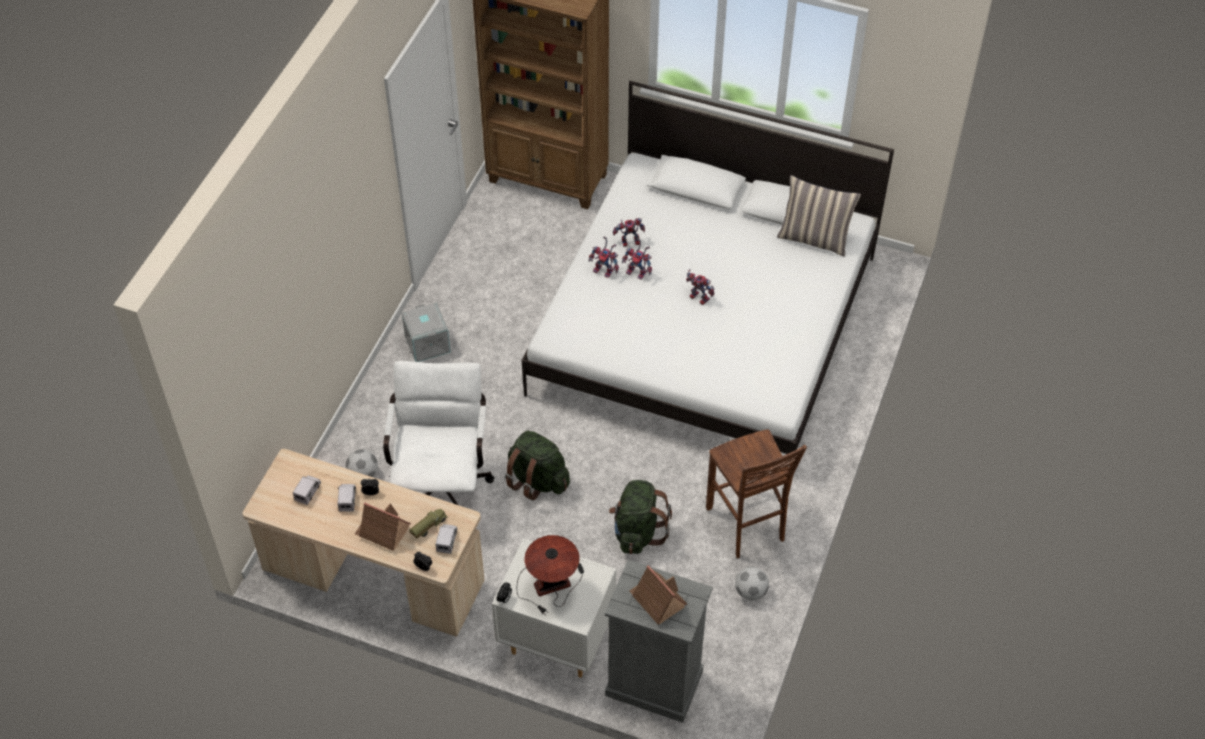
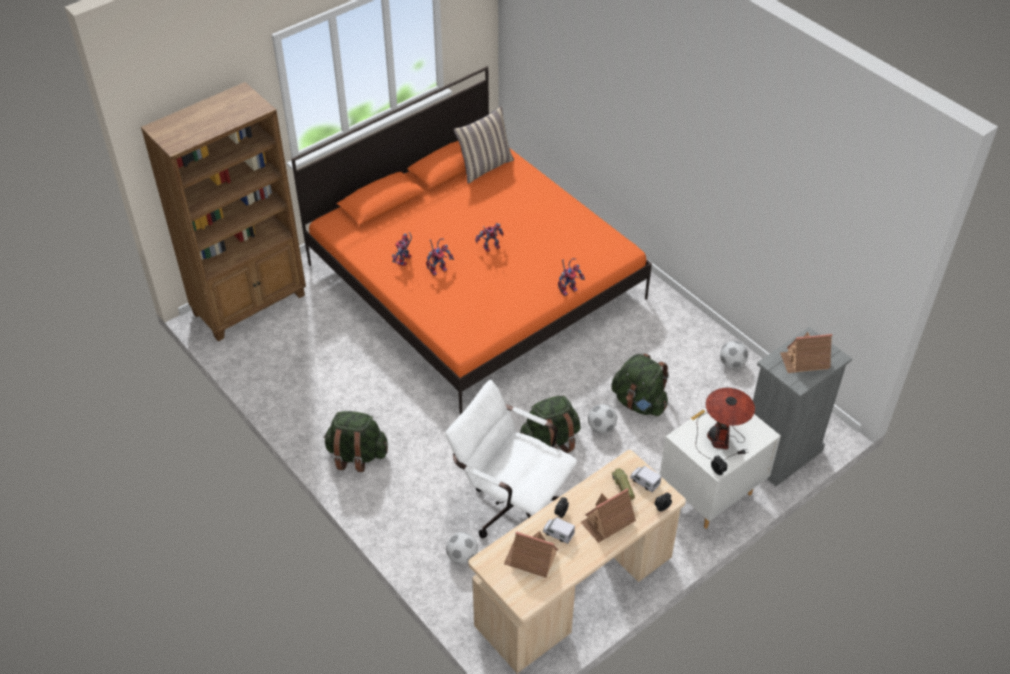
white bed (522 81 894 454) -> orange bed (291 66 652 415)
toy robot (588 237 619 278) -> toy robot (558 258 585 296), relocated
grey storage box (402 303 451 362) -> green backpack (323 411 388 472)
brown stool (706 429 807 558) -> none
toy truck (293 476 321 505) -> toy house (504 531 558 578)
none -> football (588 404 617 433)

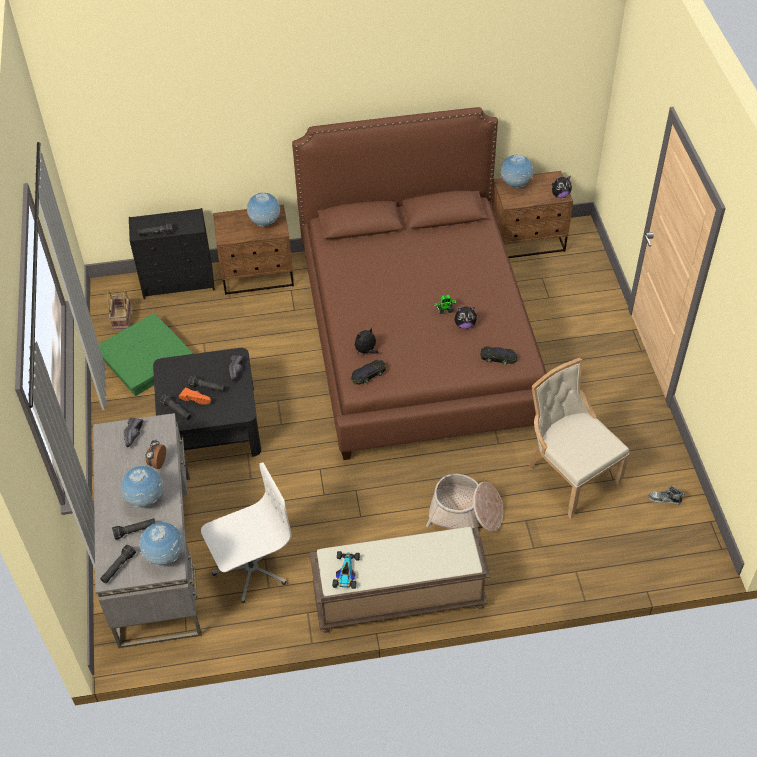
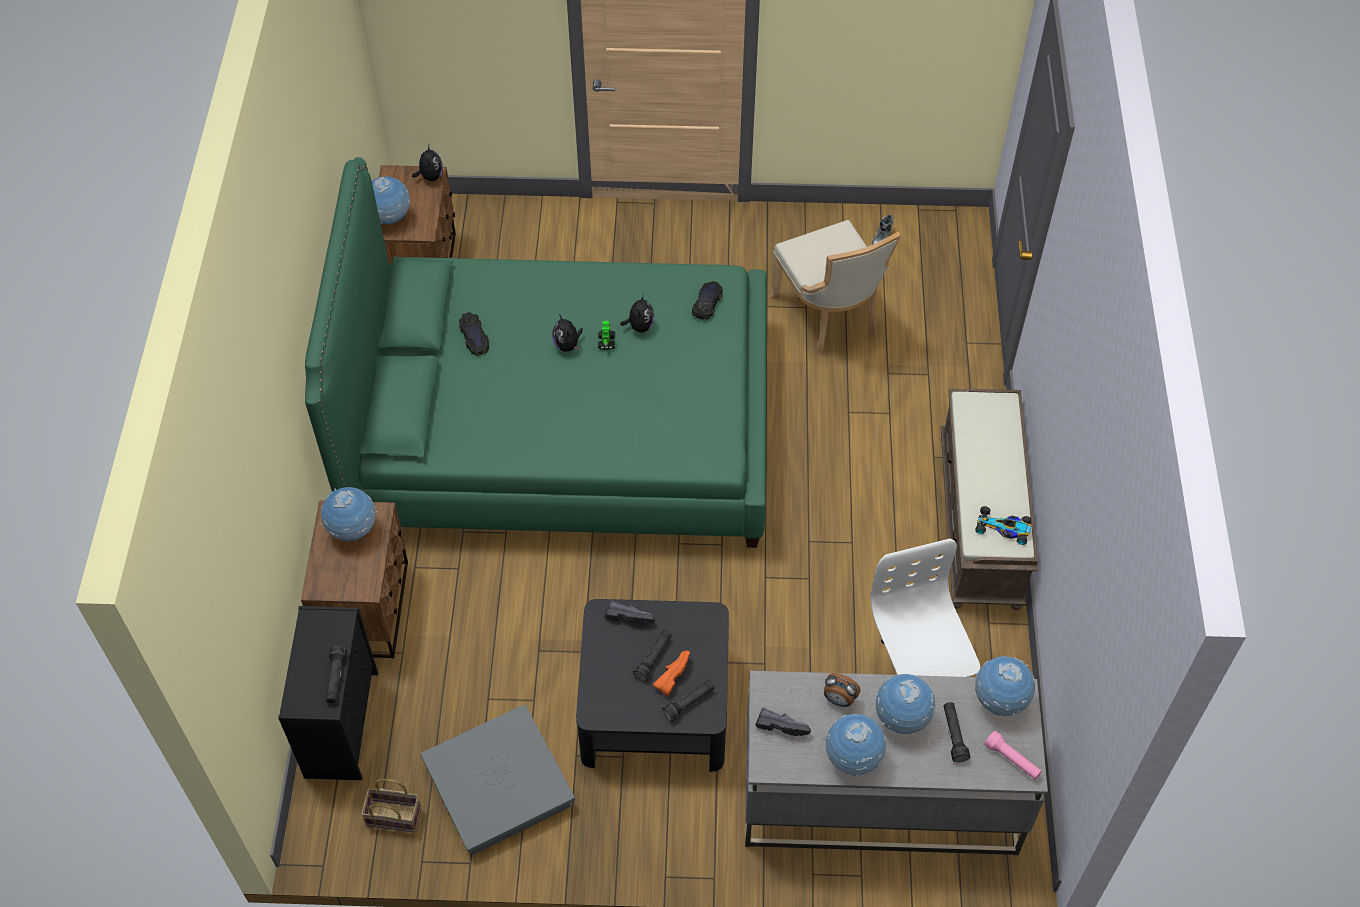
brown bed (292 107 547 460) -> green bed (305 157 767 548)
green storage box (99 313 193 396) -> grey storage box (421 704 575 855)
plush toy (355 327 378 354) -> plush toy (552 314 583 352), relocated
beige chair (529 358 629 519) -> beige chair (769 220 901 356), 90 degrees counterclockwise
black toy car (351 360 386 385) -> black toy car (459 312 489 356), relocated
basket (426 474 503 532) -> none
black flashlight (100 545 136 584) -> pink flashlight (985 731 1042 780)
none -> globe (825 714 886 776)

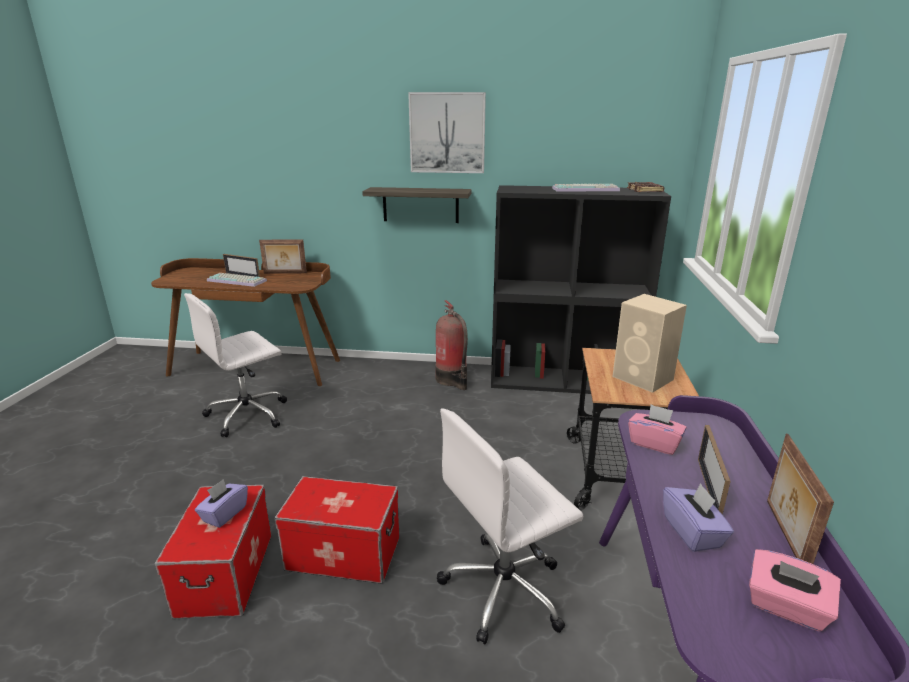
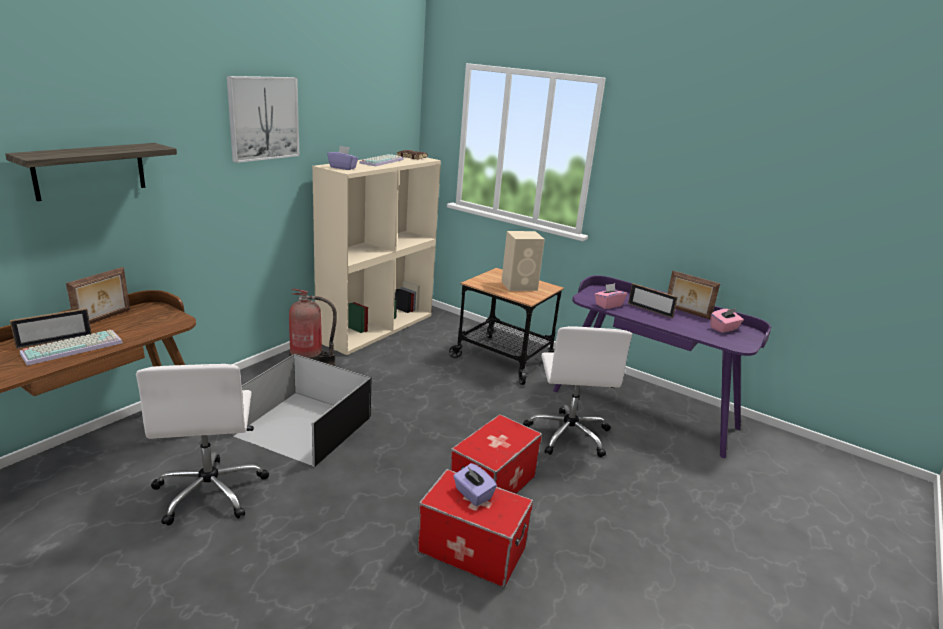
black bookcase (491 185 671 394) -> beige bookcase (312 157 441 355)
shelf (362 187 471 223) -> shelf (5 143 177 201), relocated
purple tissue box (663 483 734 552) -> purple tissue box (327 146 359 170), relocated
none -> black storage box (232 354 371 467)

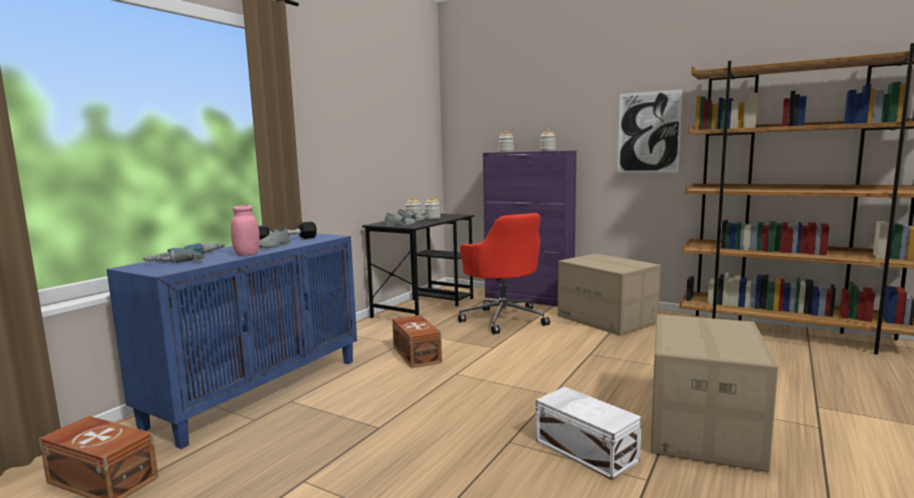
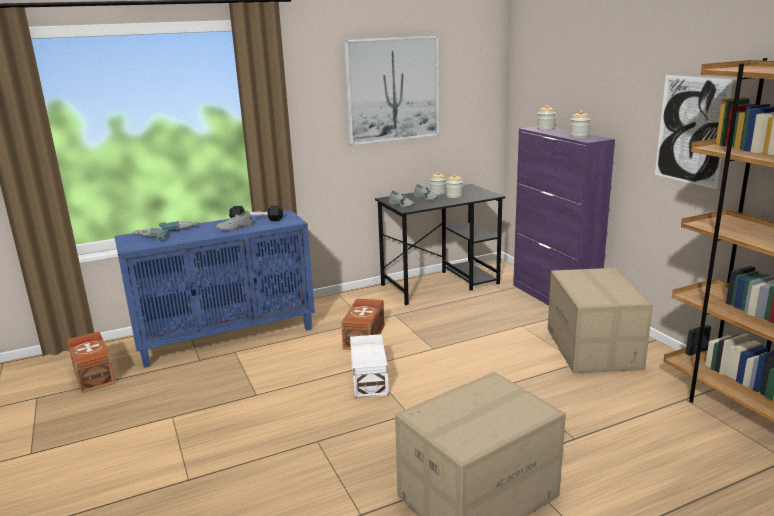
pink jar (231 205 260 256) -> none
red office chair (458 213 550 334) -> none
white storage box (536 387 642 480) -> white storage box (350 334 389 398), relocated
none -> picture (344 36 439 145)

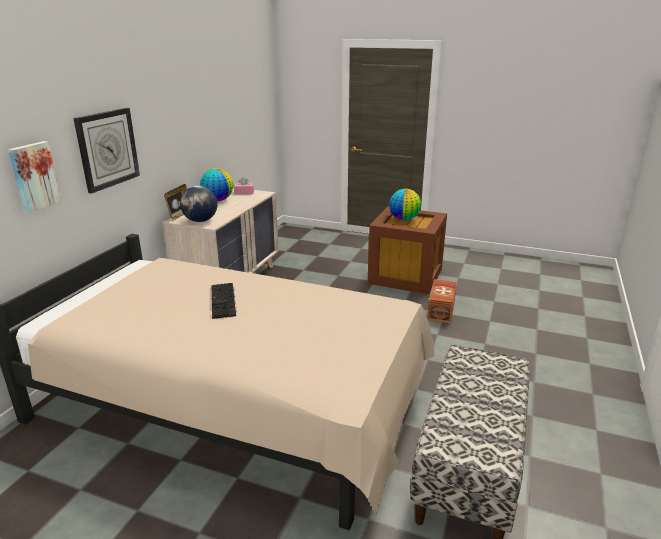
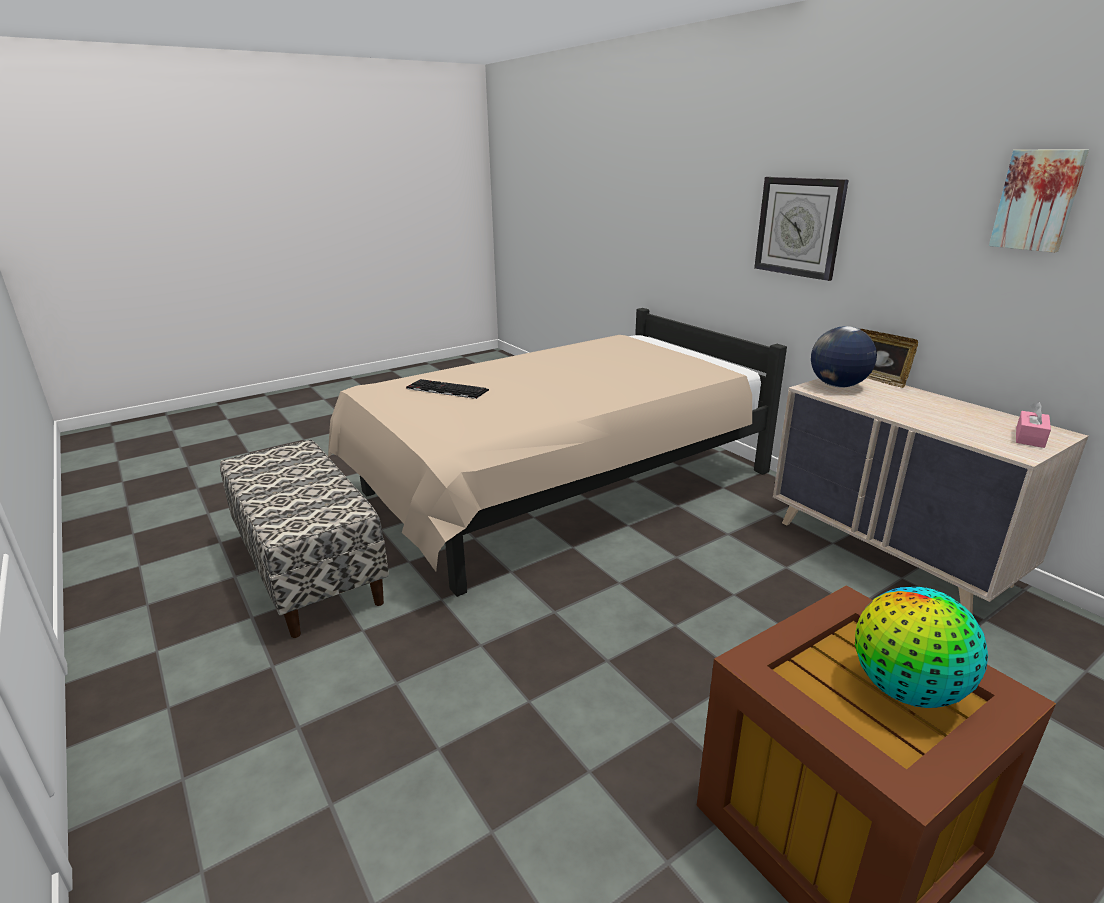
picture (8 141 61 213) -> picture (989 150 1089 253), relocated
globe (200 168 233 201) -> none
brown storage box (427 279 457 323) -> none
keyboard (211 283 237 319) -> keyboard (406 379 489 399), relocated

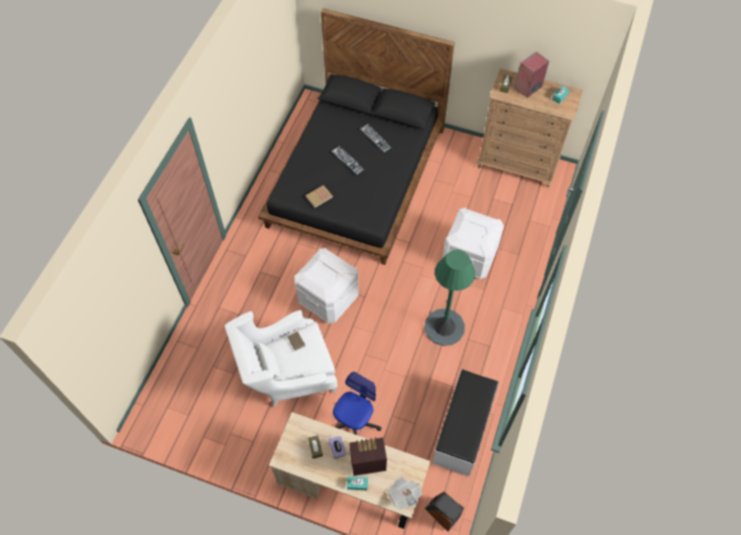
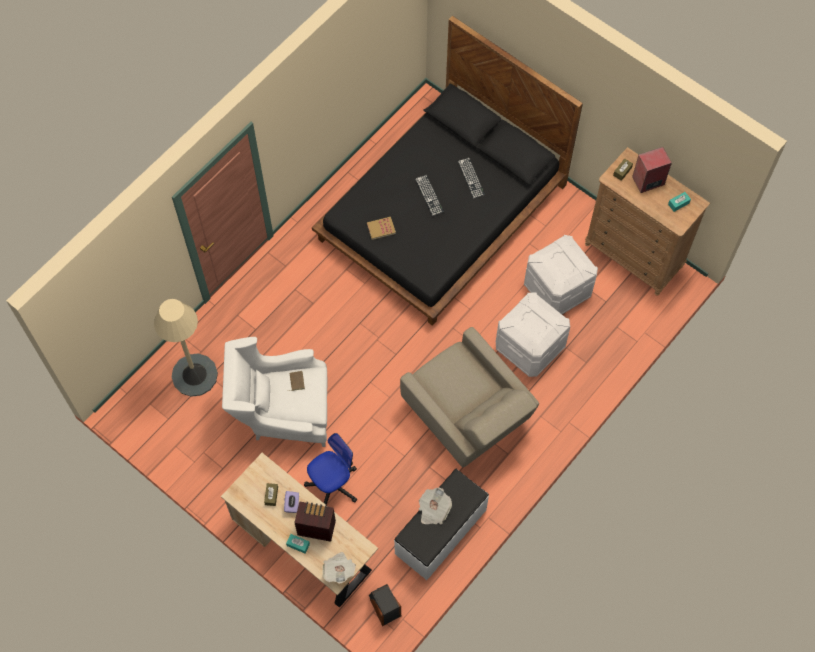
white storage box (294 248 359 324) -> white storage box (524 235 598 314), relocated
green floor lamp (424 249 475 346) -> beige armchair (400 327 539 467)
none -> beige floor lamp (154 299 218 397)
none -> newspaper (419 488 452 524)

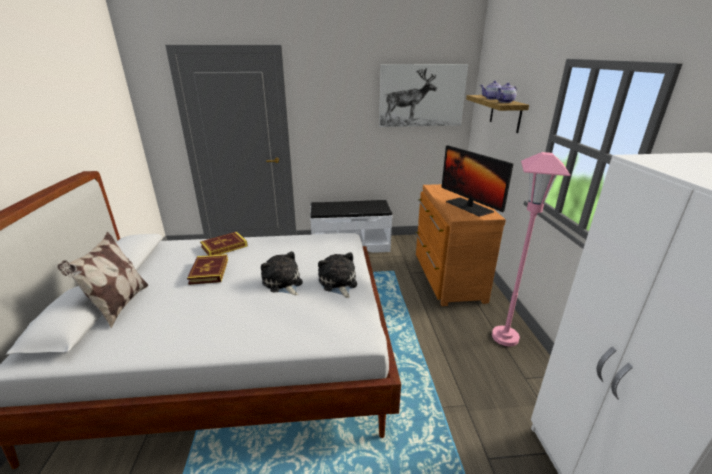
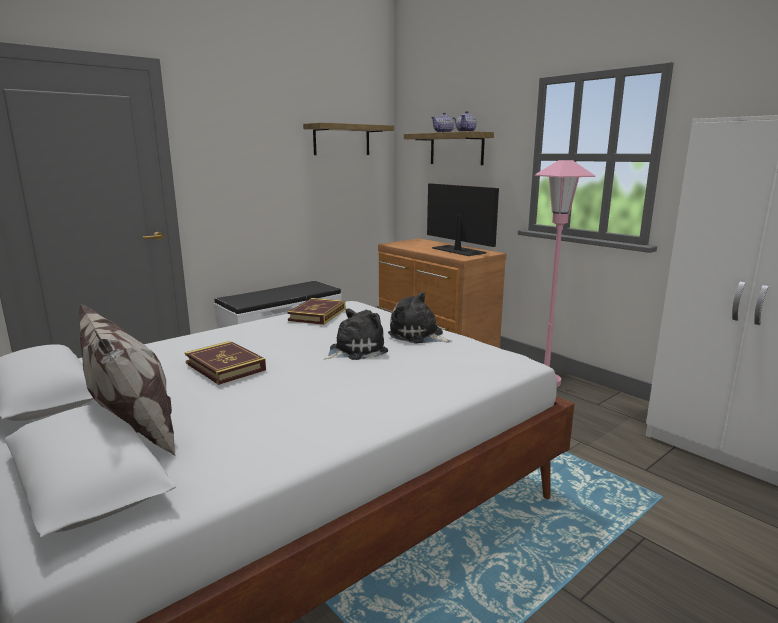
picture (379 64 468 127) -> shelf (303 123 394 155)
monitor (442 145 513 217) -> monitor (427 183 499 256), 150 degrees counterclockwise
book (200 232 248 255) -> book (287 298 345 325), relocated
plush toy (261 251 303 295) -> plush toy (324 308 388 360), 120 degrees clockwise

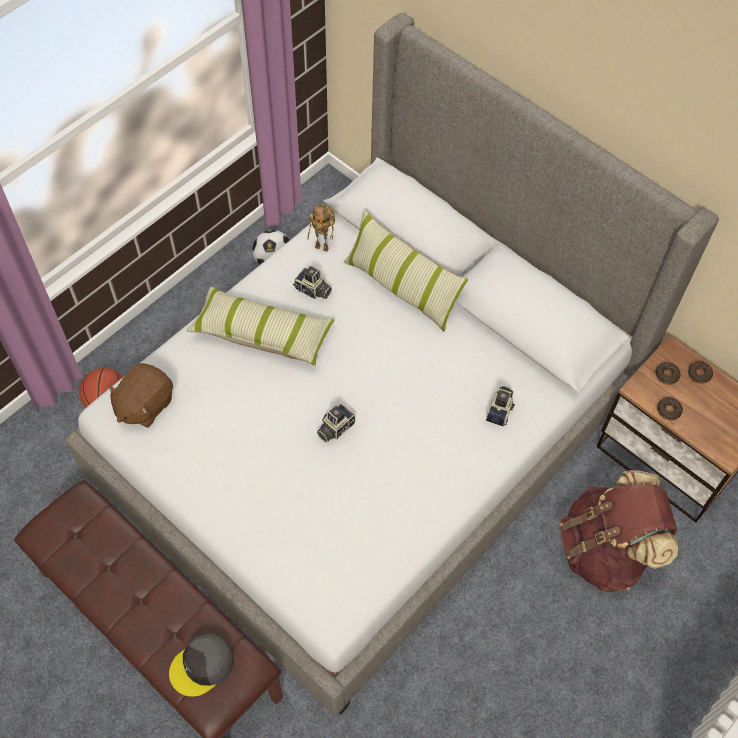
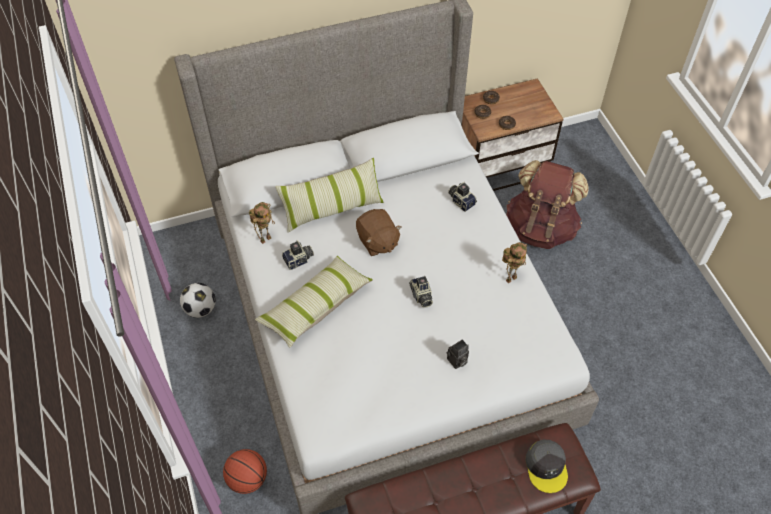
brown plush toy (107 363 173 428) -> brown plush toy (356 209 402 256), relocated
none -> toy robot (502 242 527 283)
none -> photo camera (446 339 469 369)

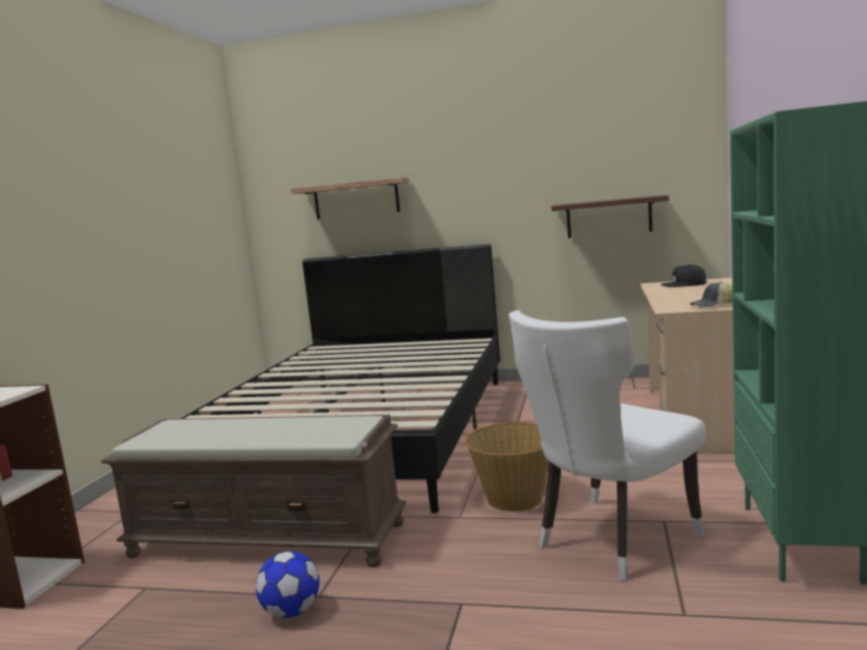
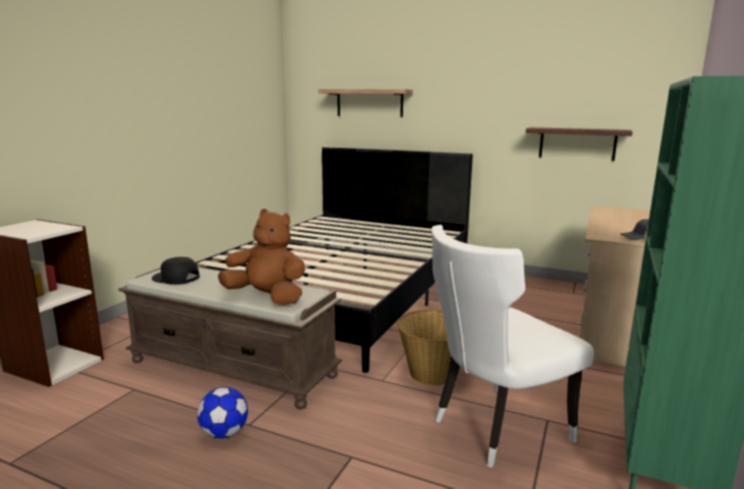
black cap (661 265 706 287) -> black cap (152 257 200 285), relocated
none -> brown plush toy (218 209 305 305)

